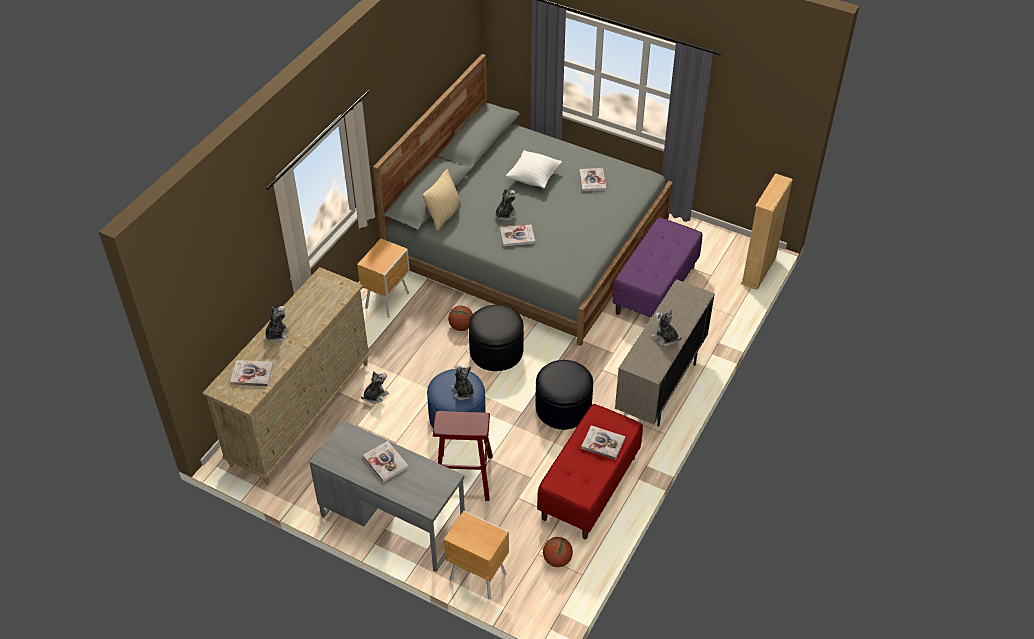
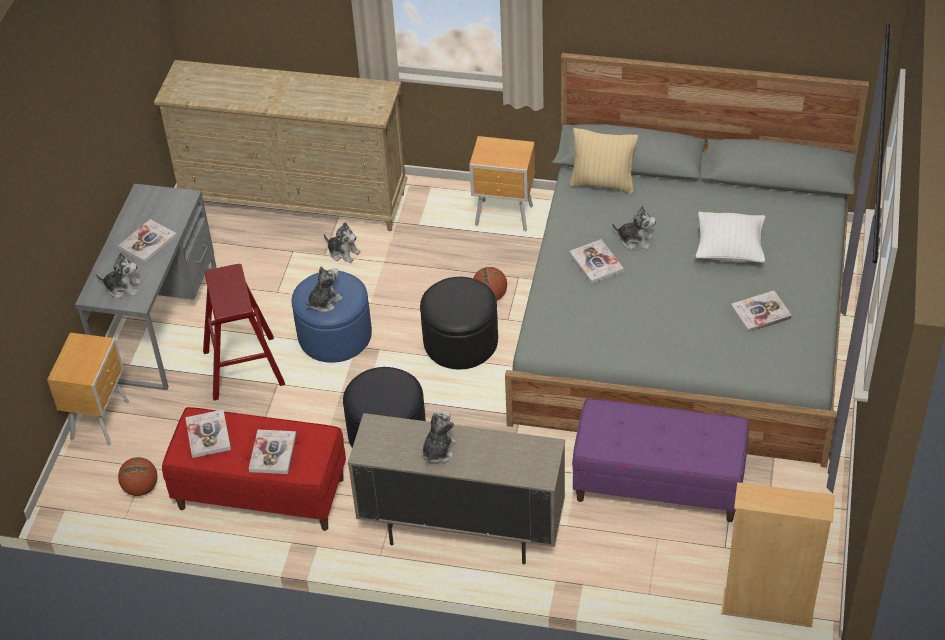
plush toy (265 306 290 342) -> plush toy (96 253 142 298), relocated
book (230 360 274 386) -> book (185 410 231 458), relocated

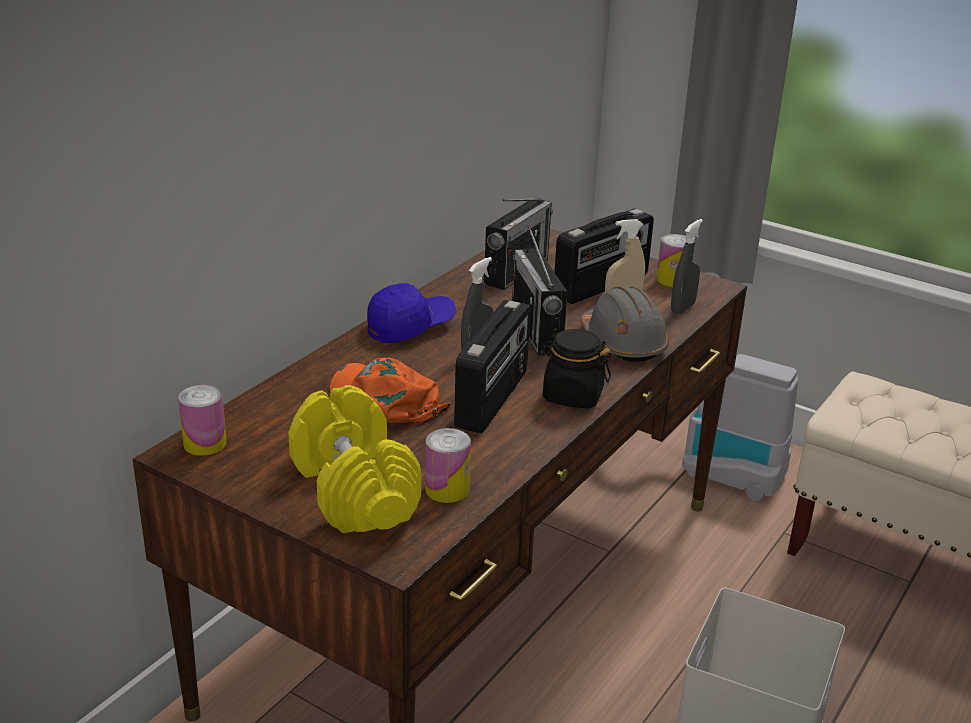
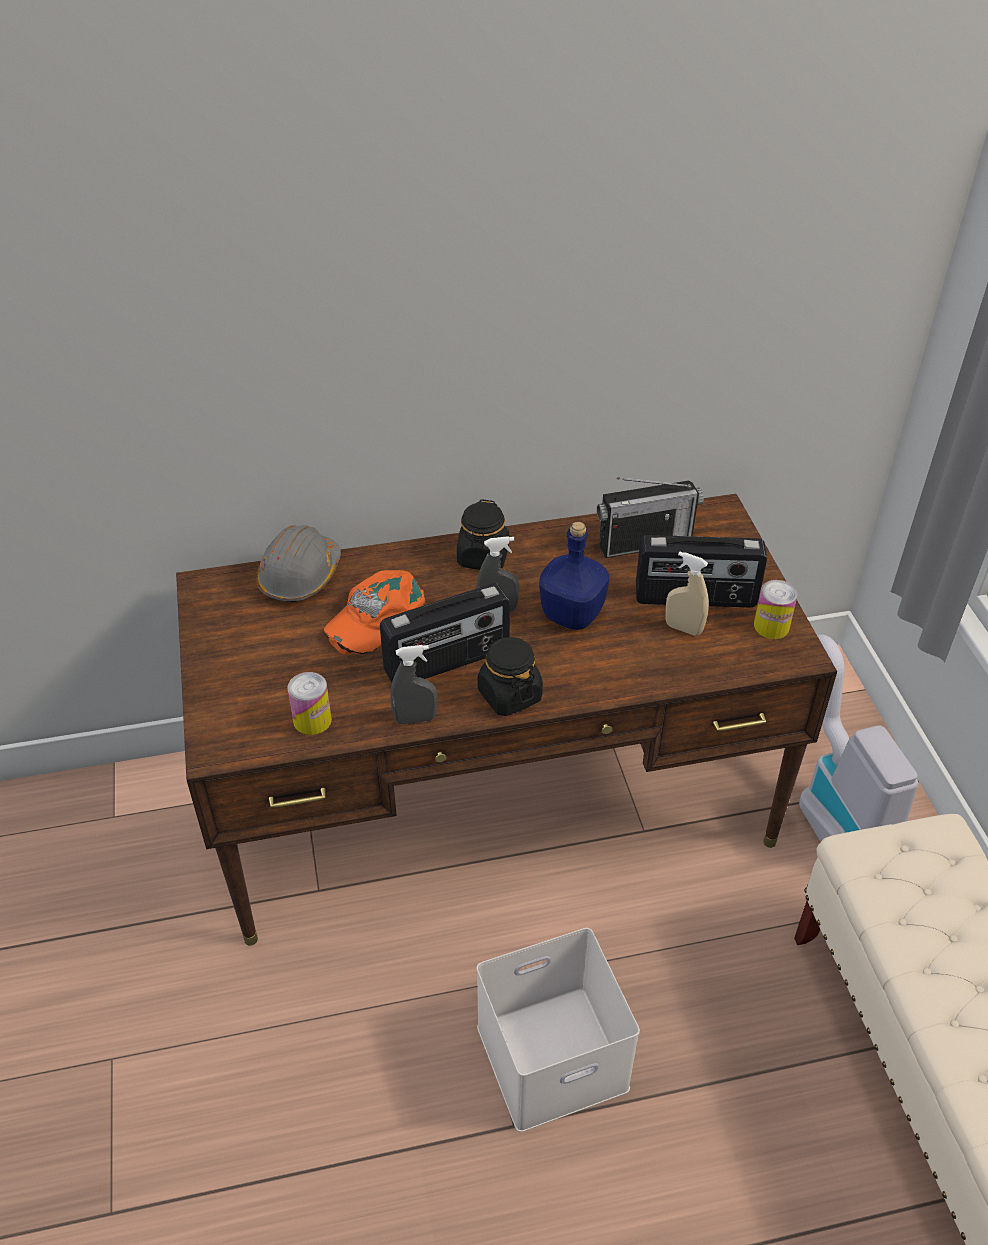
grey spray bottle (671 219 703 314) -> grey spray bottle (390 645 437 724), relocated
radio (512 226 568 356) -> blue bottle (539 522 609 630)
blue cap (367 283 456 343) -> black jar (457 499 509 570)
grey hard hat (581 286 669 362) -> grey hard hat (256 525 341 602), relocated
orange cap (330 358 451 424) -> orange cap (324 570 425 655), 135 degrees counterclockwise
can (178 385 227 456) -> none
yellow dumbbell (288 385 421 534) -> none

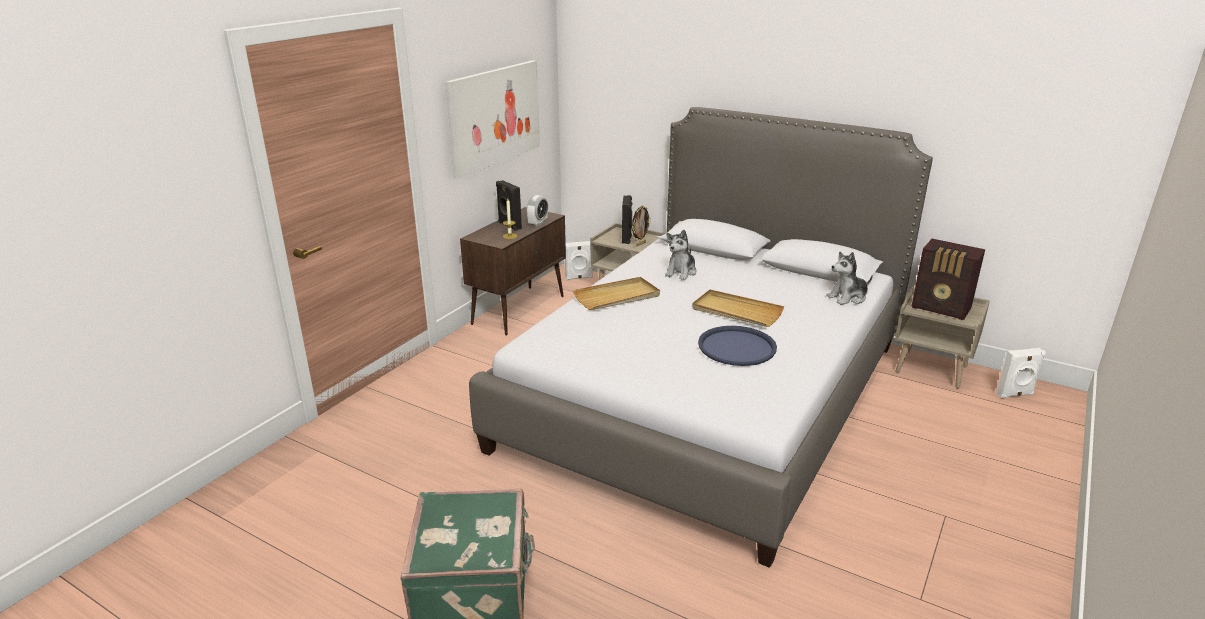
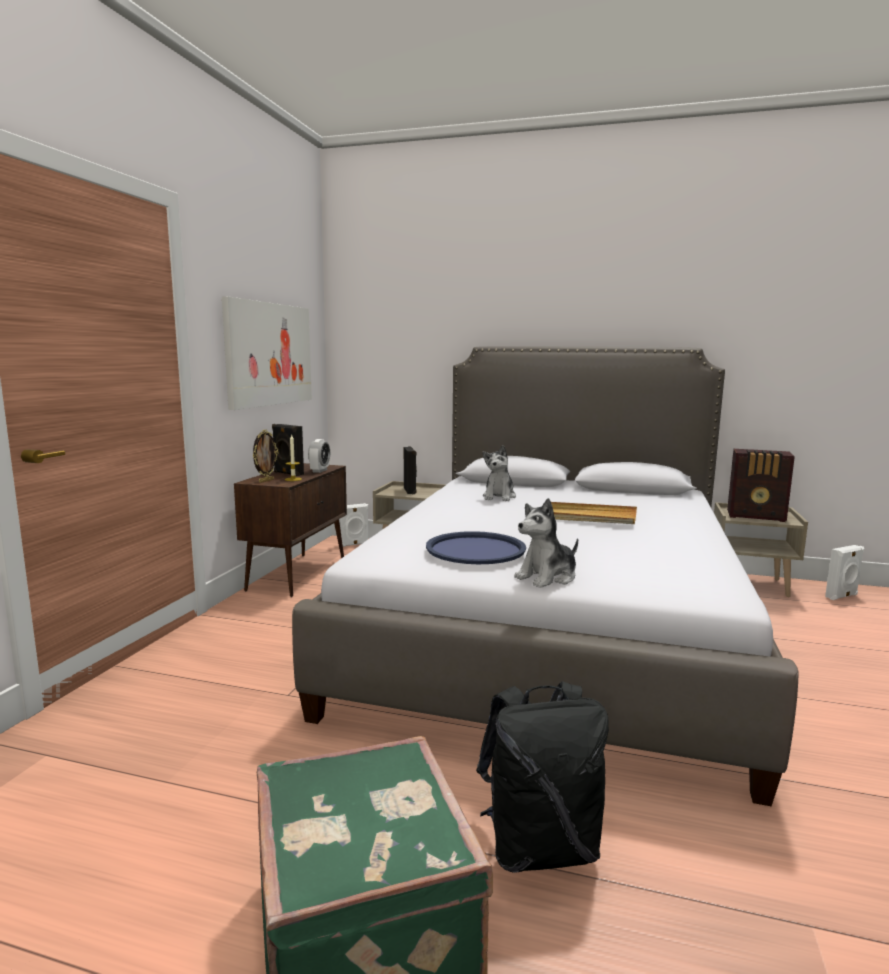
picture frame (632 205 651 247) -> picture frame (252 430 279 483), relocated
plush toy (827 252 873 305) -> plush toy (514 498 578 588), relocated
beige tray (573 277 660 310) -> none
blue tray (698 326 777 366) -> blue tray (426 531 526 564), relocated
none -> black backpack (476 681 609 873)

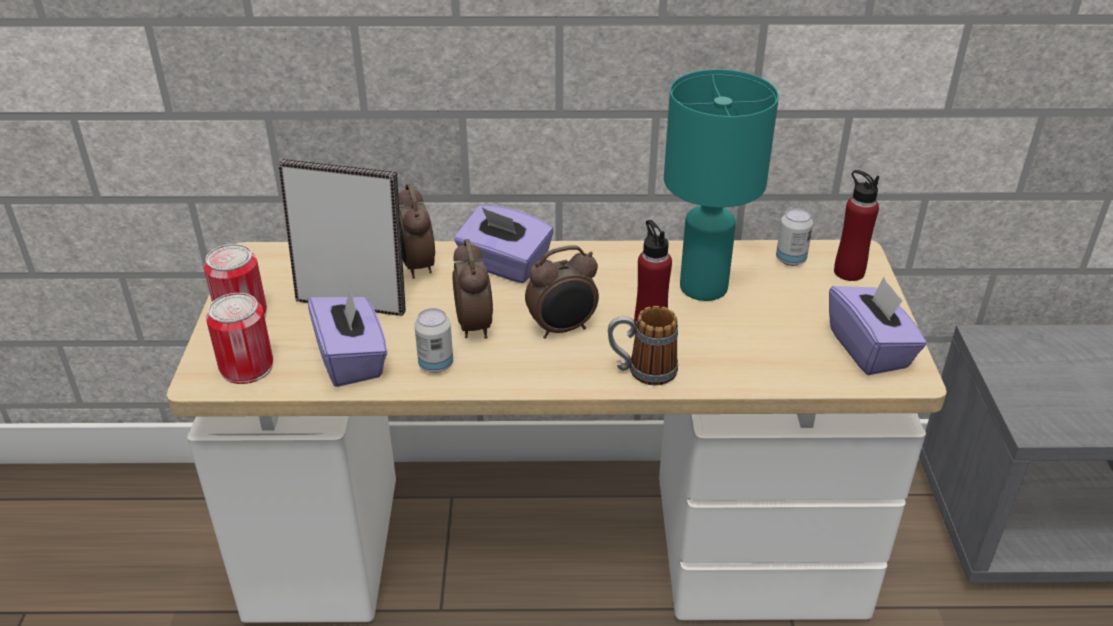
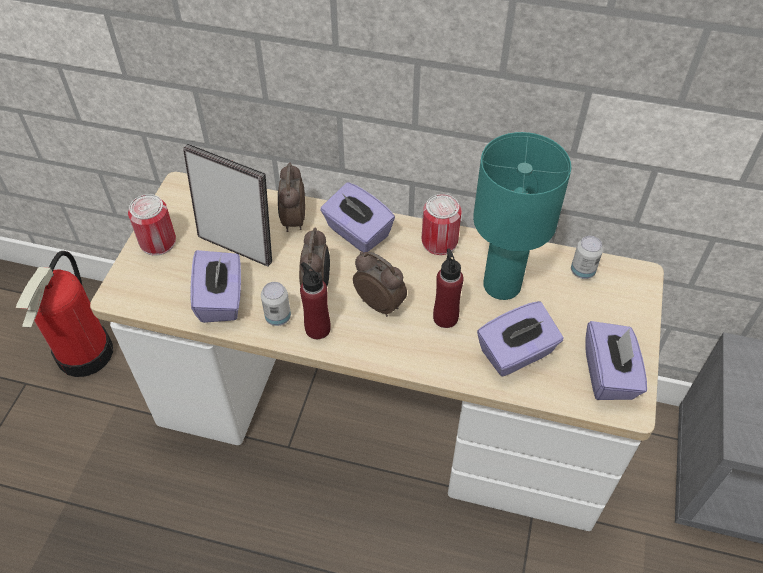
red bottle (834 170 880 281) -> red bottle (300 262 331 339), relocated
alarm clock (525 245 599 339) -> alarm clock (353 251 407 317), 135 degrees counterclockwise
can (206 293 273 384) -> can (422 194 462 255), relocated
mug (608 306 678 385) -> none
none -> fire extinguisher (16 251 113 377)
none -> purple tissue box (477 301 563 377)

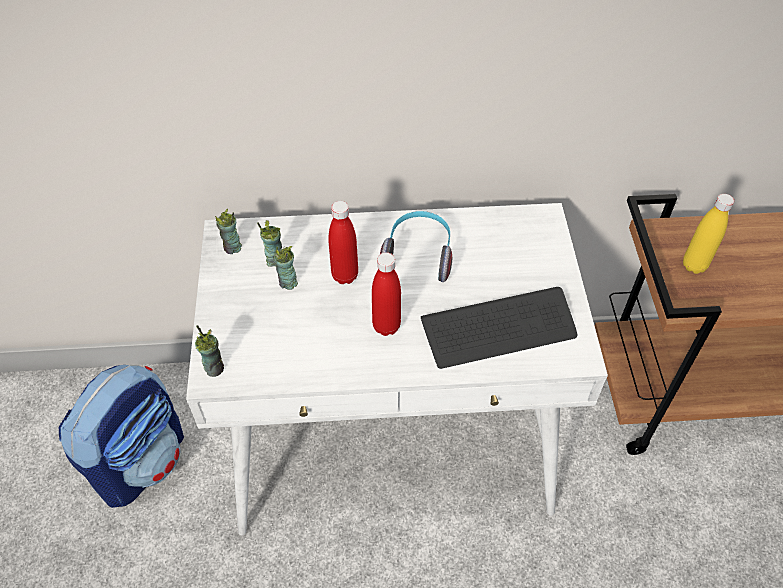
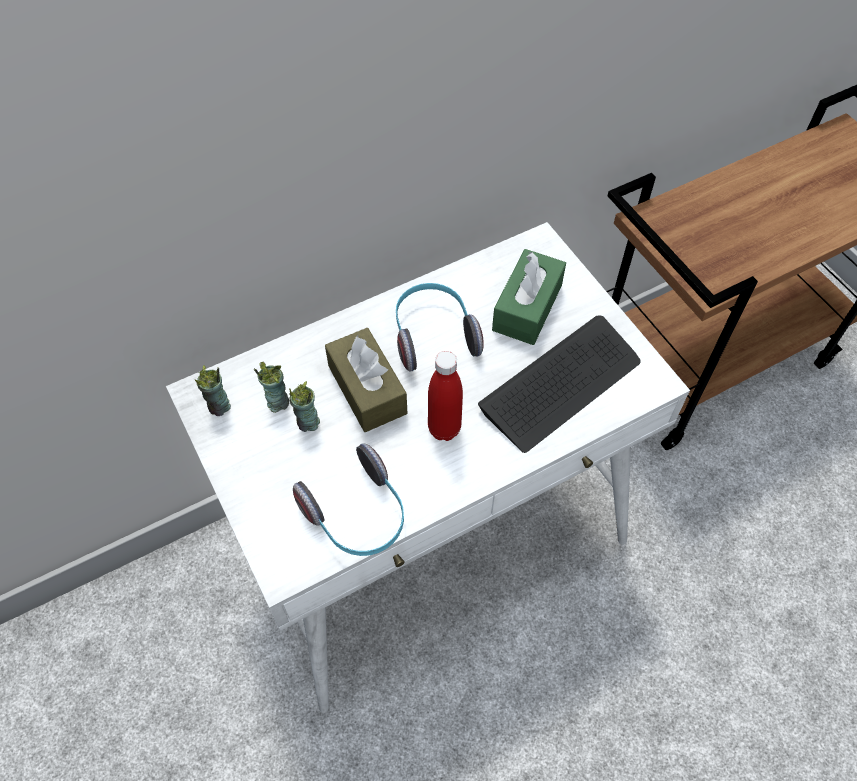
yellow bottle (683 194 734 274) -> none
red bottle (328 201 358 284) -> brown tissue box (325 328 407 432)
cup (195 325 224 377) -> none
backpack (59 365 184 508) -> none
none -> green tissue box (492 249 566 345)
none -> headphones (293 443 404 556)

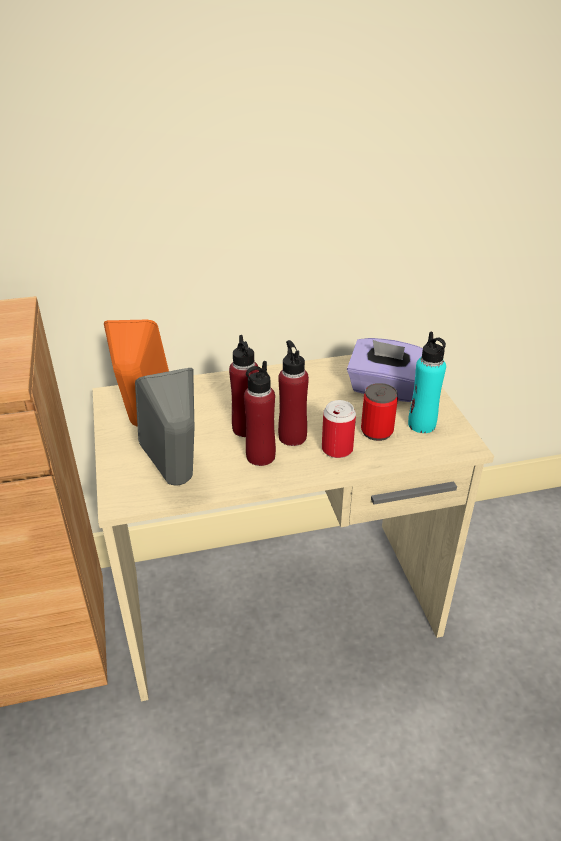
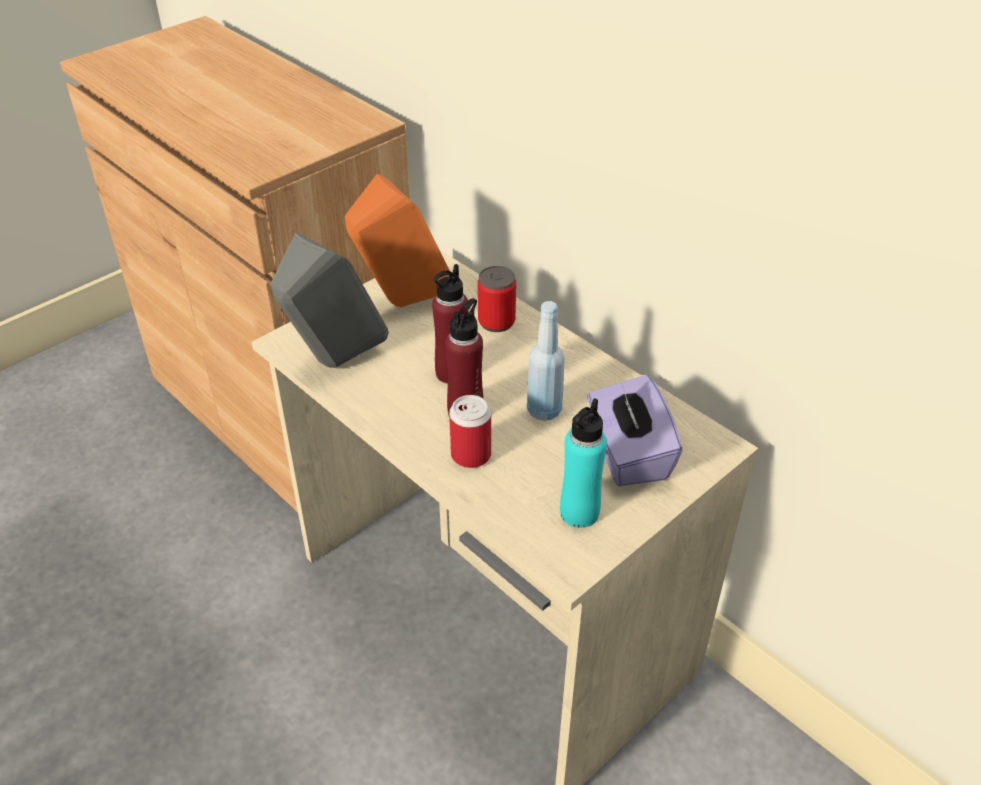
red bottle (244 361 276 466) -> none
can (361 383 398 441) -> can (478 266 516 332), relocated
none -> blue bottle (527 301 565 421)

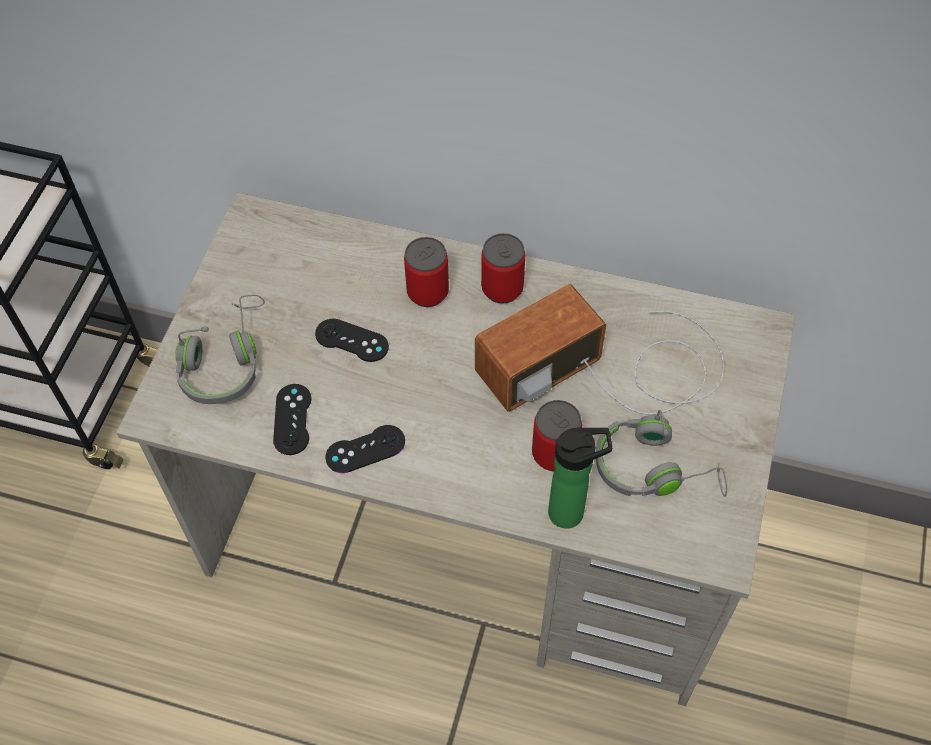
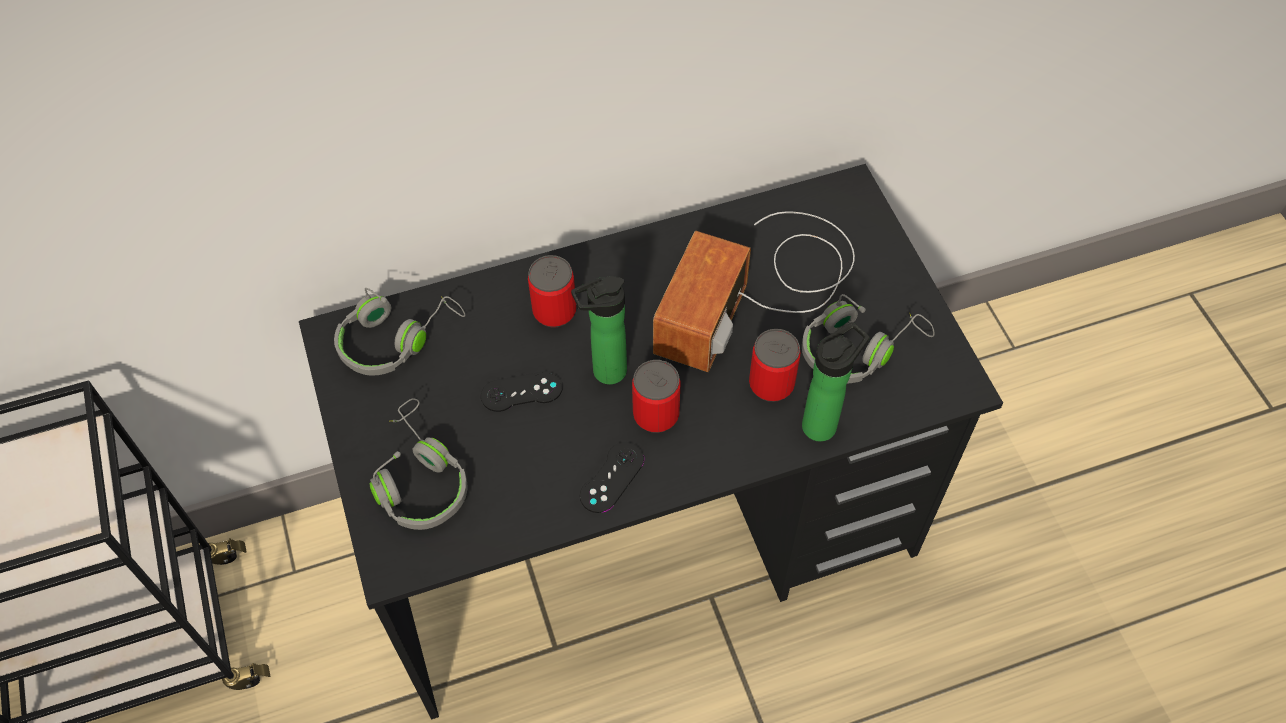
beige desk (116 193 796 706) -> black desk (299 164 1003 719)
can (481 233 525 304) -> can (632 360 681 433), relocated
black game controller (273 384 311 455) -> none
none -> bottle (571 276 627 385)
none -> grey headphones (334 288 466 376)

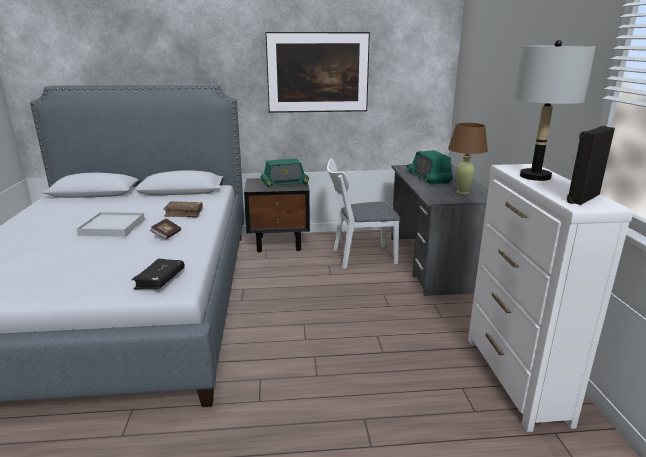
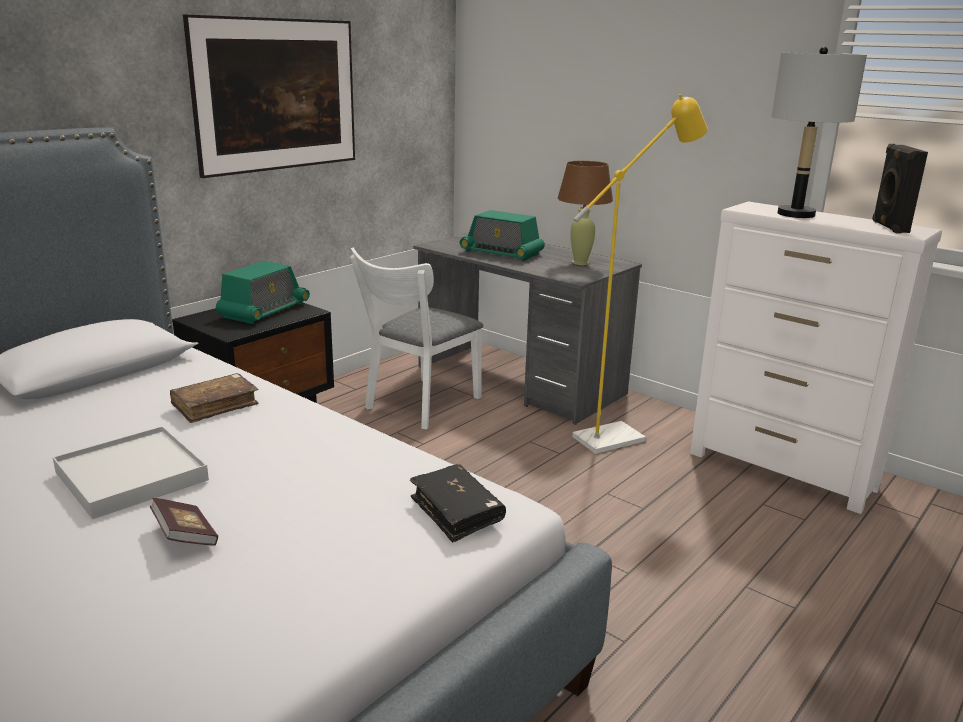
book (150 219 181 240) -> book (150 498 218 546), relocated
none -> yellow floor lamp (572 94 708 454)

